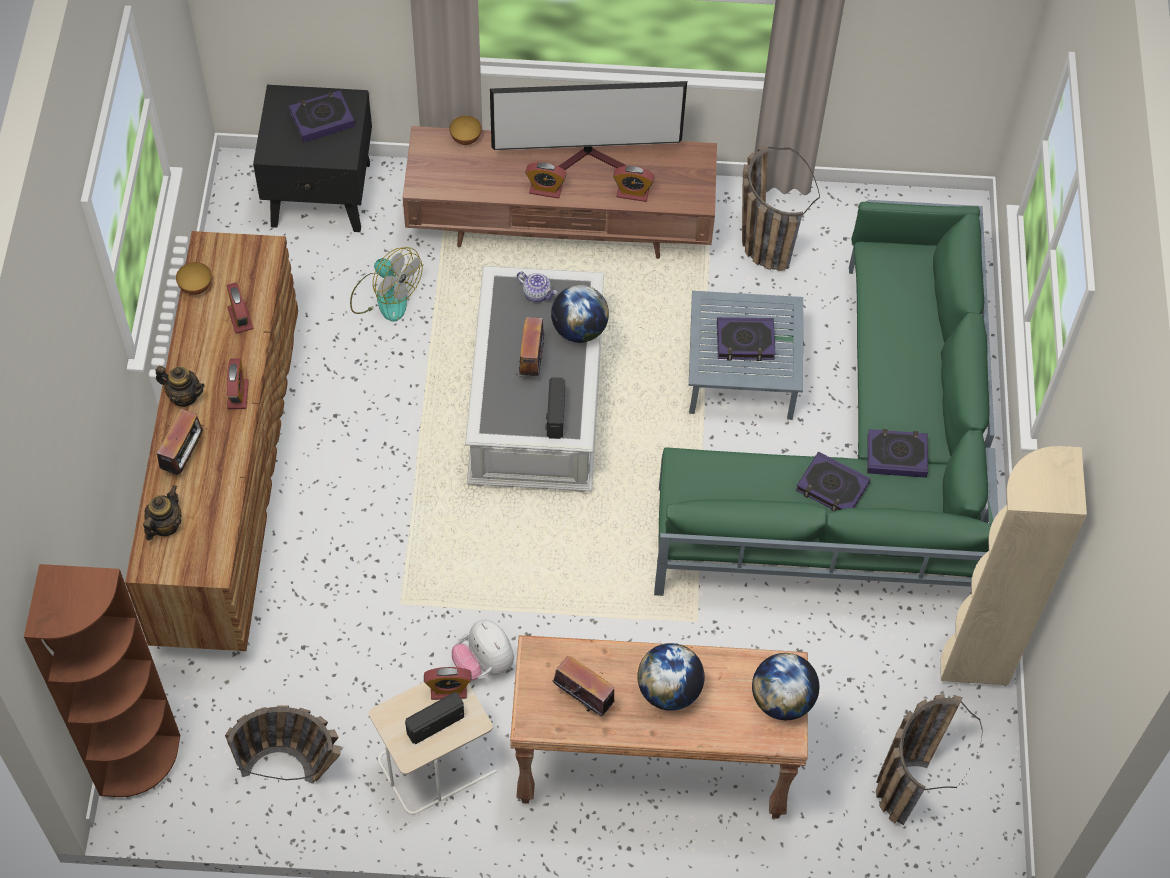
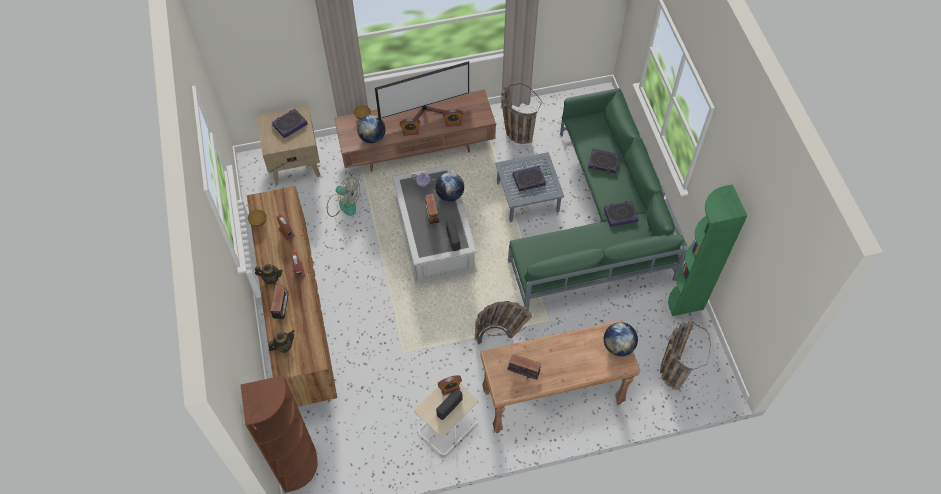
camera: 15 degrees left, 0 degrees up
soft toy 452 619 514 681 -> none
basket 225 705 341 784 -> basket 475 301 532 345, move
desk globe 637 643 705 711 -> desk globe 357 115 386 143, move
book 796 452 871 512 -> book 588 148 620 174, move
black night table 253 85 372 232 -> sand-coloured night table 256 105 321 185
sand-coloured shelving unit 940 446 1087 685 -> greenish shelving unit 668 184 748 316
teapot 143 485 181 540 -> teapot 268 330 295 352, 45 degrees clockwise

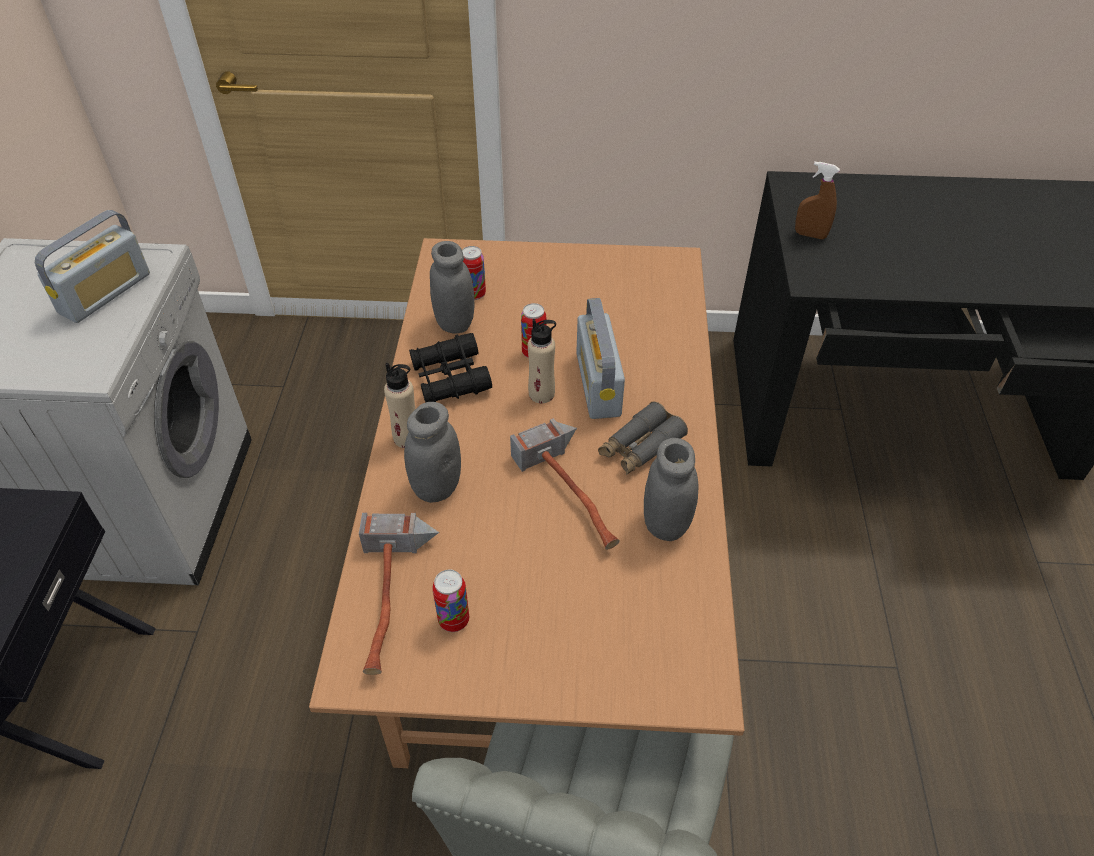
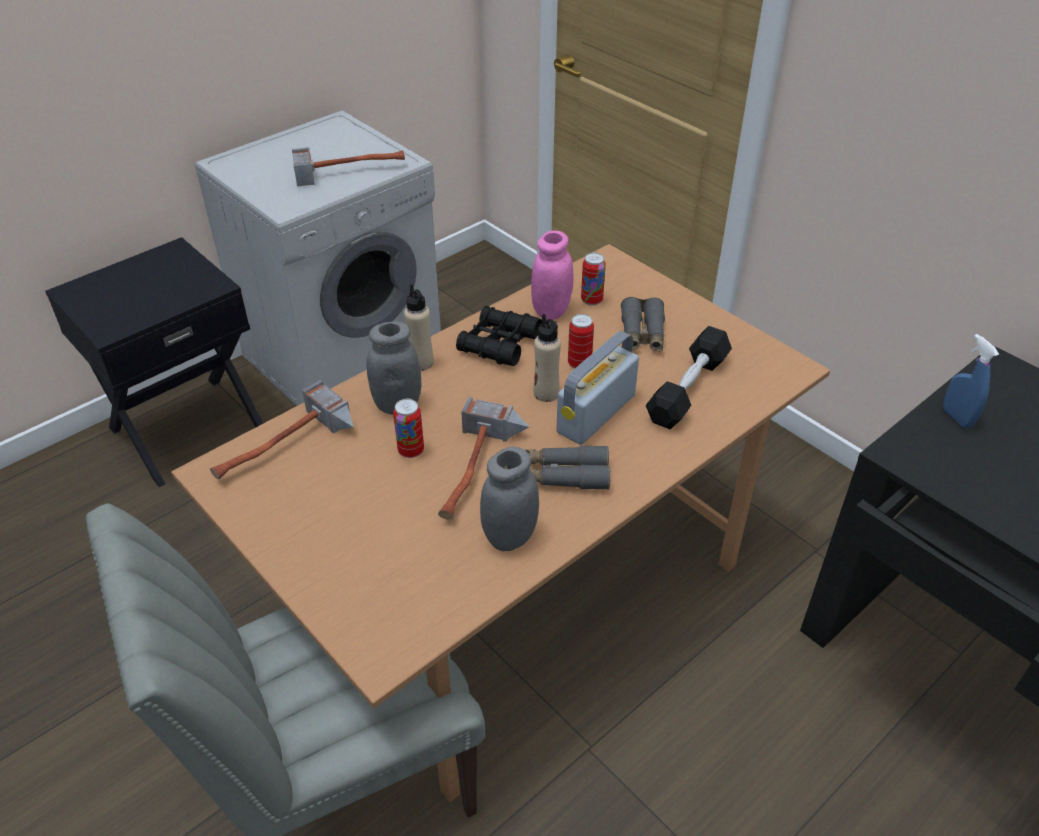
camera: 45 degrees right, 5 degrees down
none -> greyish binoculars 621 297 665 352
none -> black free weight 646 326 732 429
sealed can 433 569 469 632 -> sealed can 393 399 424 458, move
radio 35 210 150 323 -> hand hammer 292 147 405 187
greyish jar 430 241 474 334 -> pink-coloured jar 531 230 573 320
brown spray bottle 795 161 840 239 -> bluish spray bottle 943 334 999 429

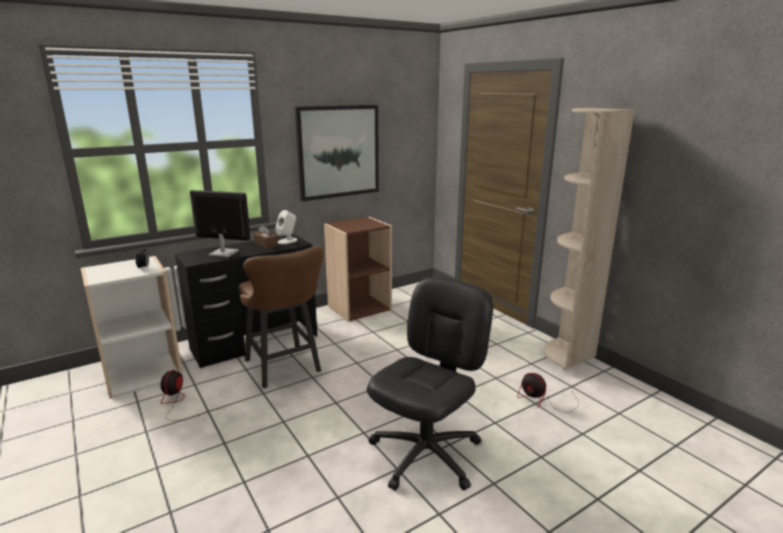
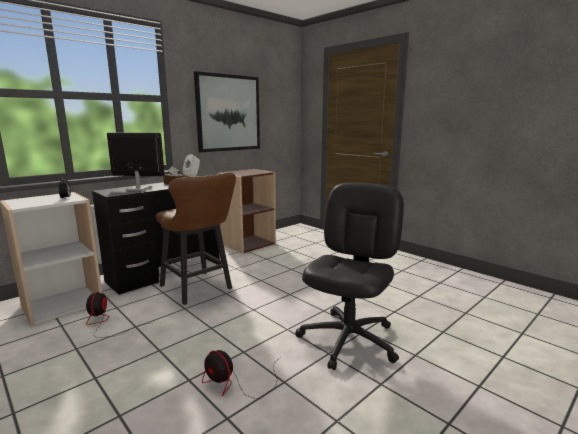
camera: 10 degrees left, 5 degrees down
sand-coloured shelving unit 544 108 635 371 -> none
fan 517 373 578 413 -> fan 202 350 281 399, move

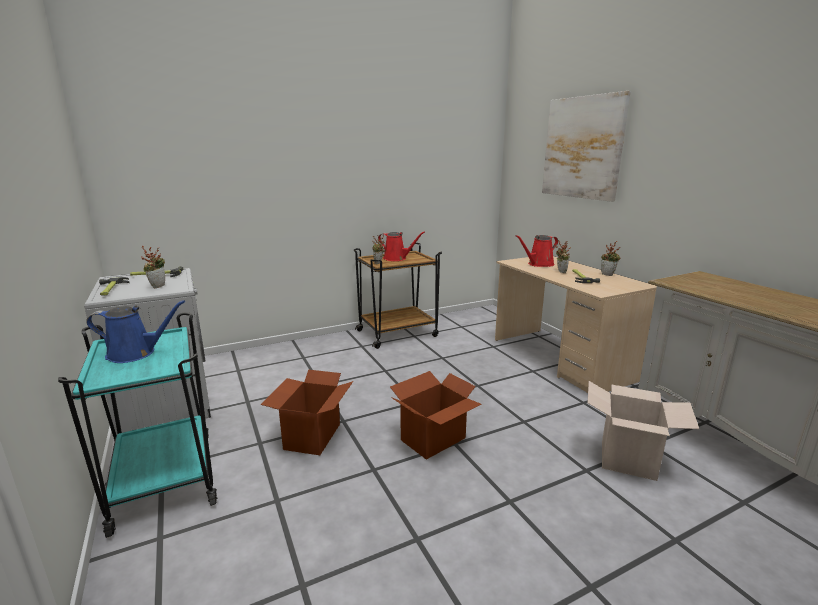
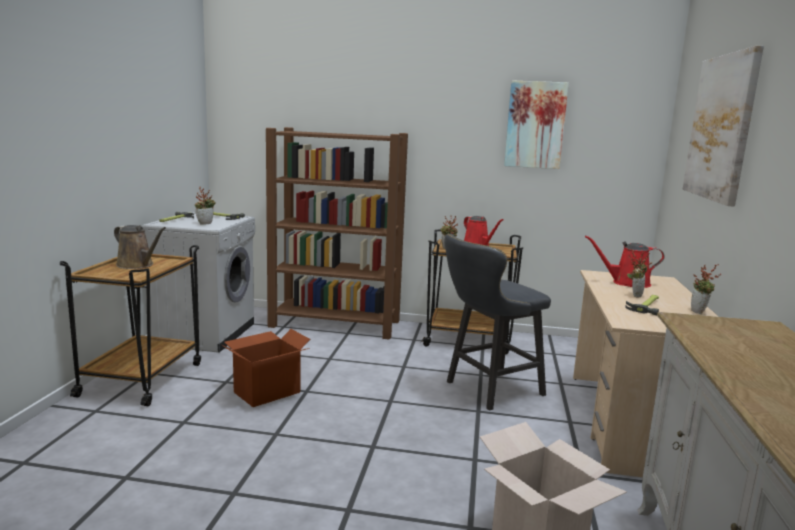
camera: 35 degrees right, 5 degrees down
packing box 390 371 482 460 -> none
none -> brown shelving unit 266 127 408 340
none -> greyish sitting stool 444 233 551 411
none -> wall picture 504 80 569 169
blue-green trolley 58 312 217 538 -> brown trolley 60 245 201 406
bluish sprinkling can 86 300 185 363 -> brown sprinkling can 114 225 166 269

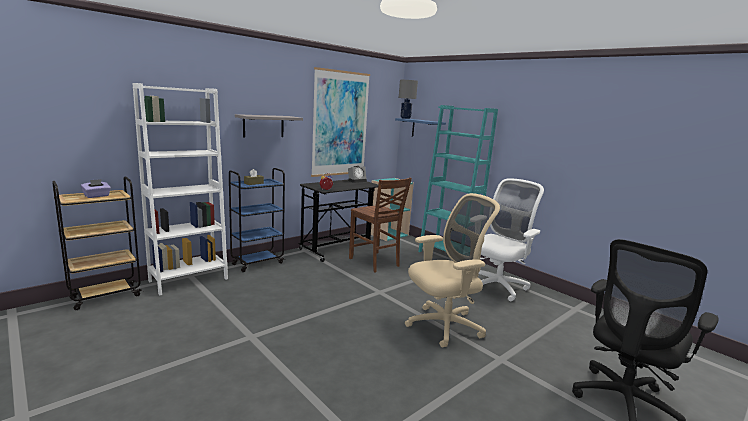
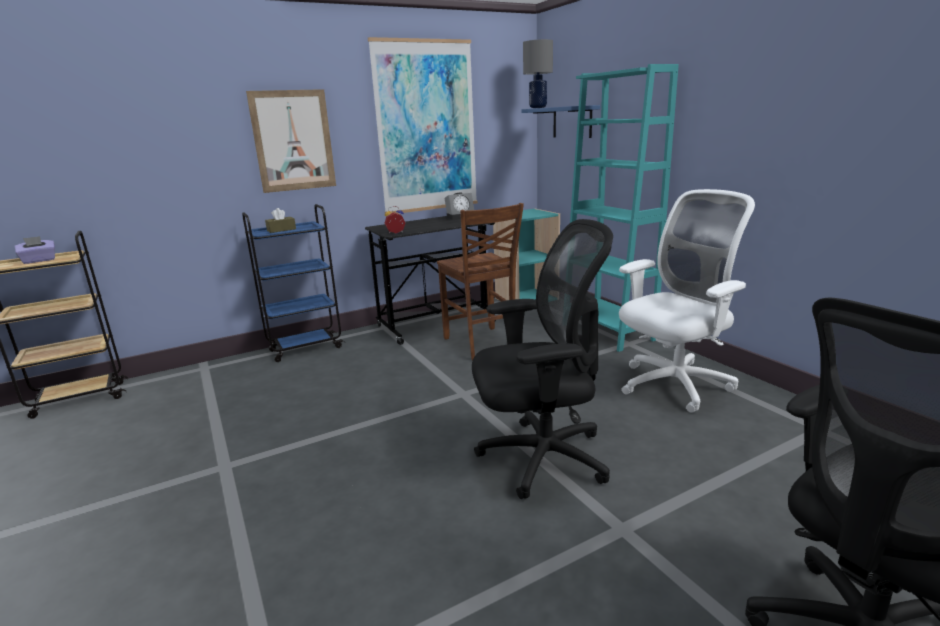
camera: 15 degrees right, 5 degrees up
white-coloured shelving unit 133 83 228 295 -> none
greyish wall shelf 235 114 303 137 -> wall picture 246 89 336 193
sand-coloured office chair 405 193 500 348 -> black office chair 472 219 613 499

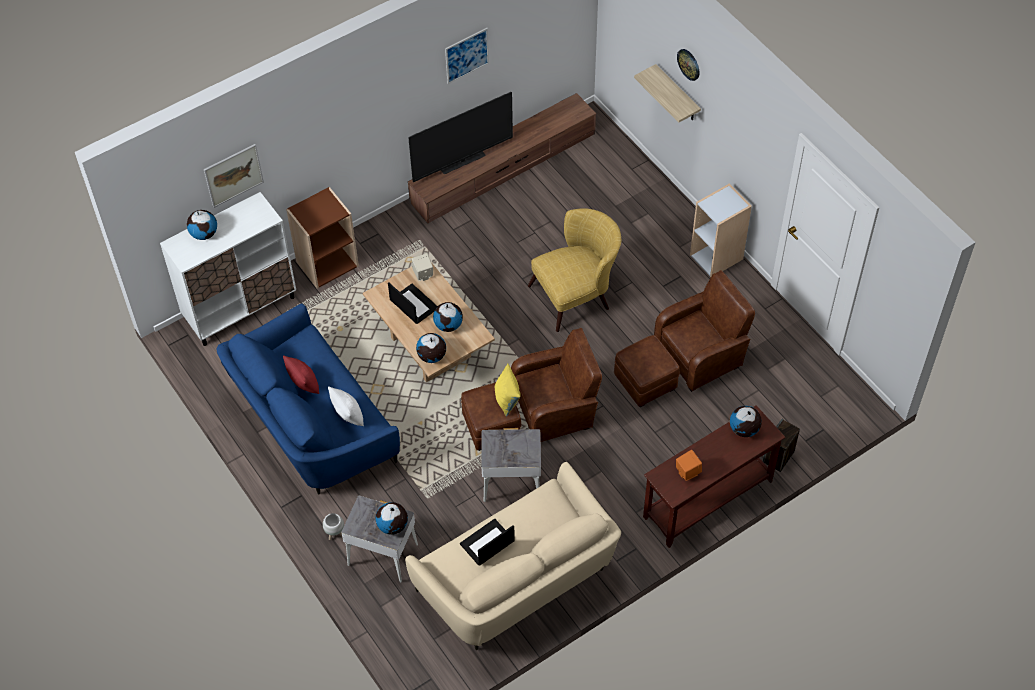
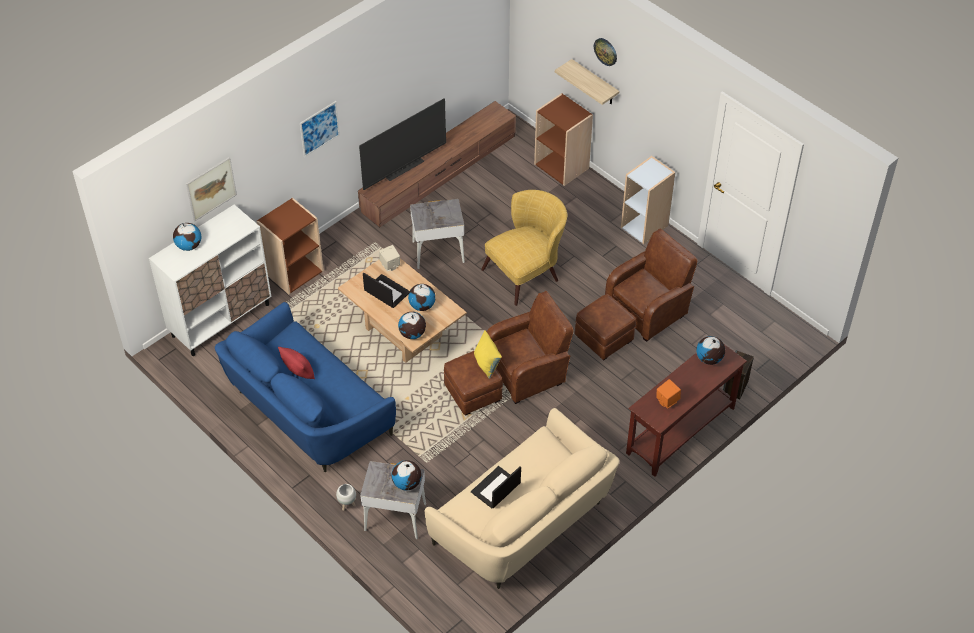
camera: 10 degrees left, 5 degrees down
white-coloured cushion 328 387 364 426 -> none
none -> brown shelving unit 534 93 593 186
wall picture 445 28 489 84 -> wall picture 300 101 340 157, move
side table 481 428 541 502 -> side table 410 199 465 269, move

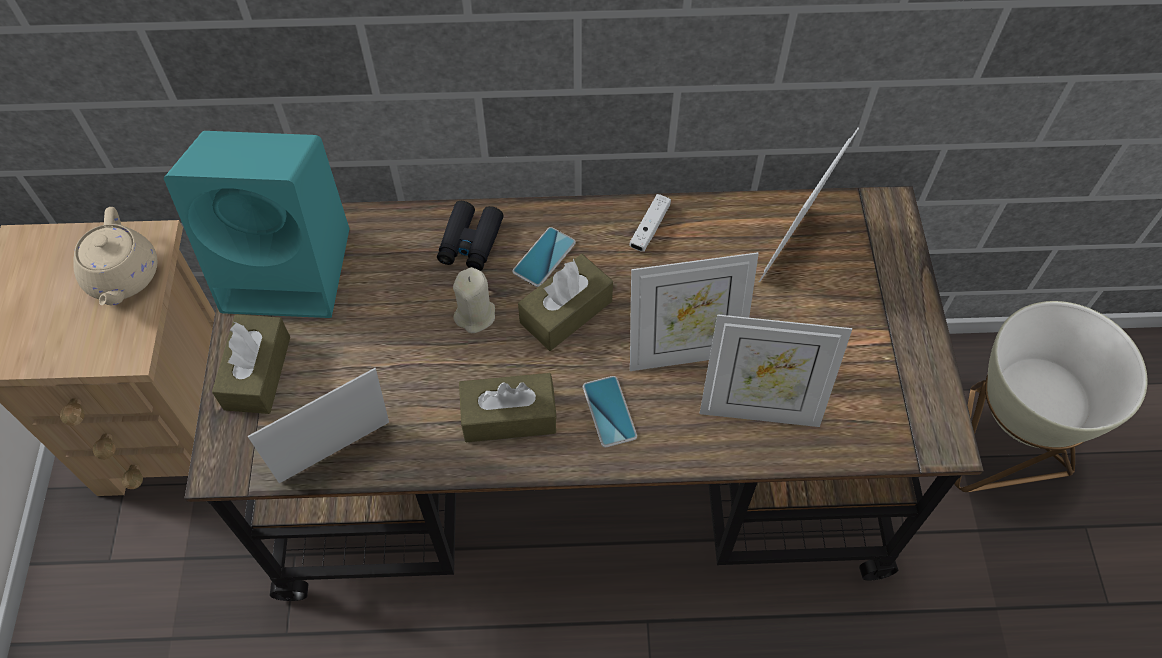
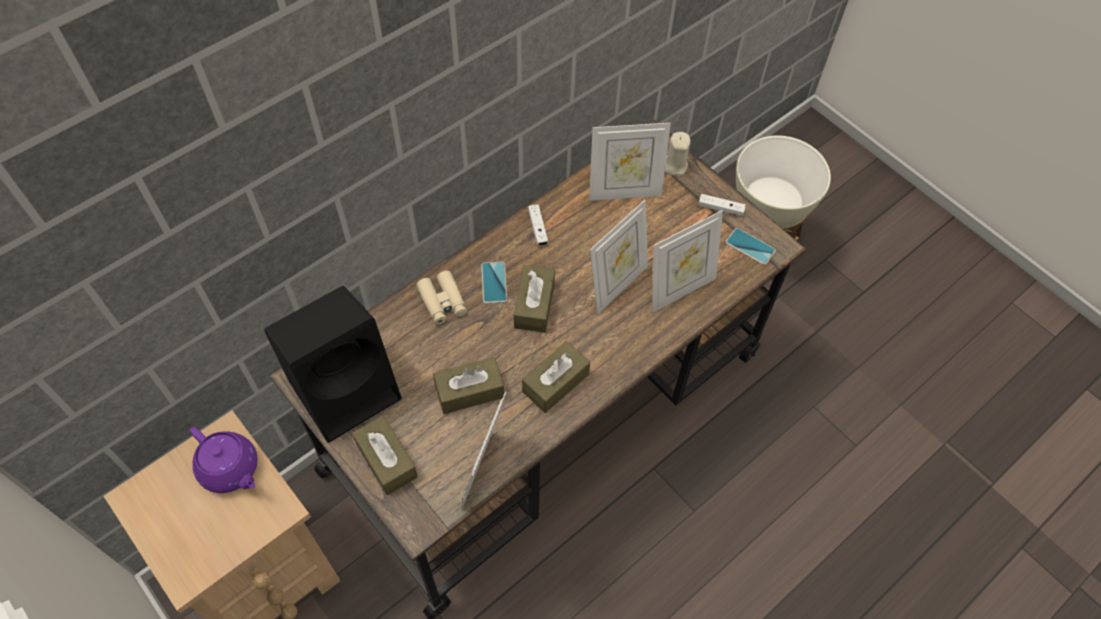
camera: 40 degrees left, 0 degrees up
none -> brown tissue box 433 357 504 414
none -> white-coloured joypad 699 194 746 216
sand-coloured candle 453 267 495 333 -> sand-coloured candle 665 132 691 175, move
handset 583 376 637 447 -> handset 726 228 776 265, move
sand-coloured teapot 73 207 158 305 -> purple-coloured teapot 189 427 257 493
blue-green loudspeaker 164 131 350 318 -> black loudspeaker 264 286 402 443
black binoculars 437 201 504 271 -> sand-coloured binoculars 417 271 467 324
photo frame 759 128 859 283 -> photo frame 589 123 671 201, 90 degrees counterclockwise

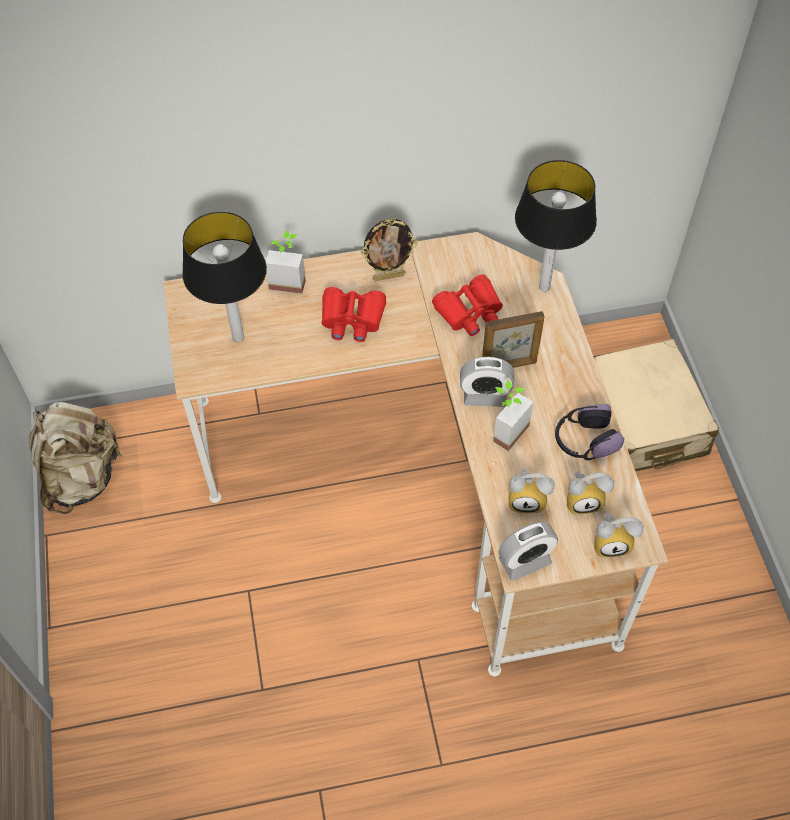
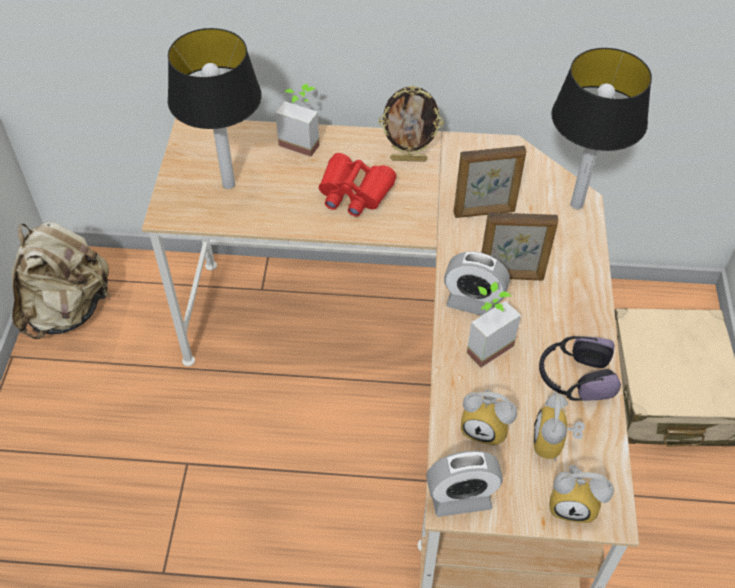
camera: 15 degrees right, 5 degrees down
red binoculars 432 274 503 336 -> photo frame 454 146 526 218
table clock 567 471 614 515 -> table clock 534 391 585 461, 90 degrees clockwise

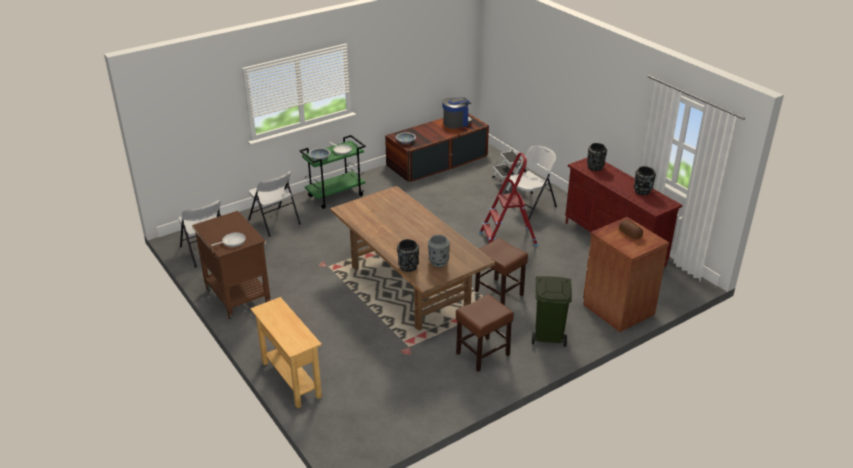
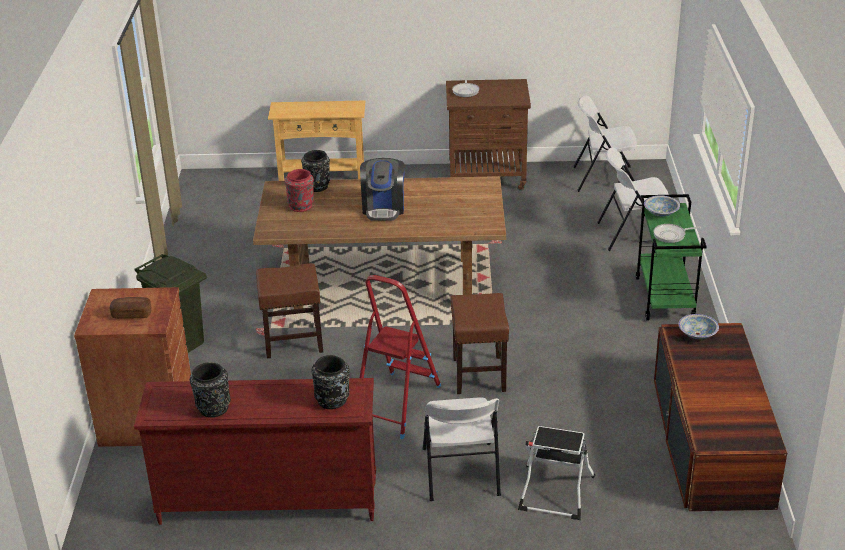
camera: 125 degrees right, 0 degrees up
coffee machine 442 98 473 129 -> coffee machine 360 158 405 221, move
brown sitting stool 456 294 514 372 -> brown sitting stool 451 293 509 394, move
greyish vase 428 235 450 267 -> red vase 285 169 314 212

